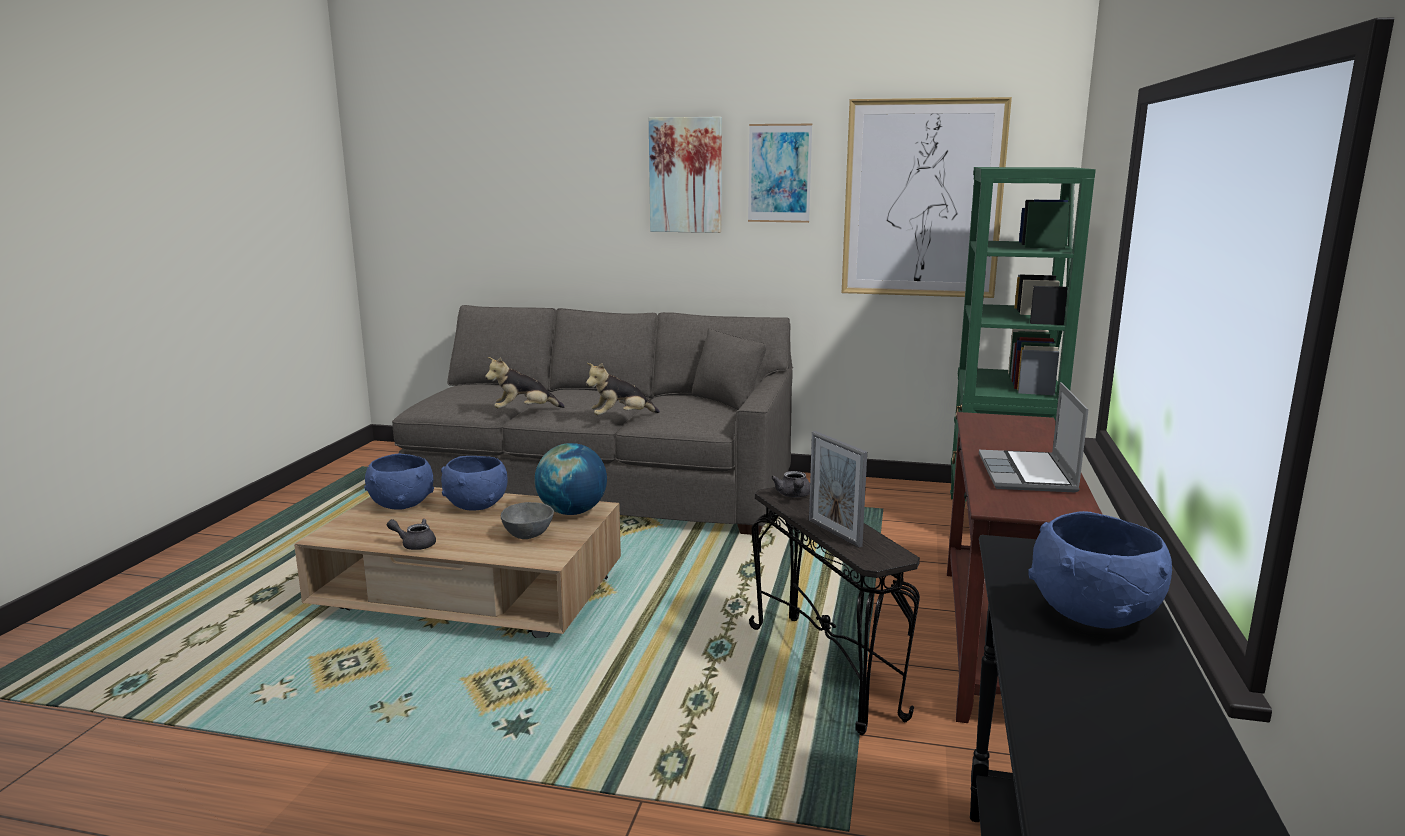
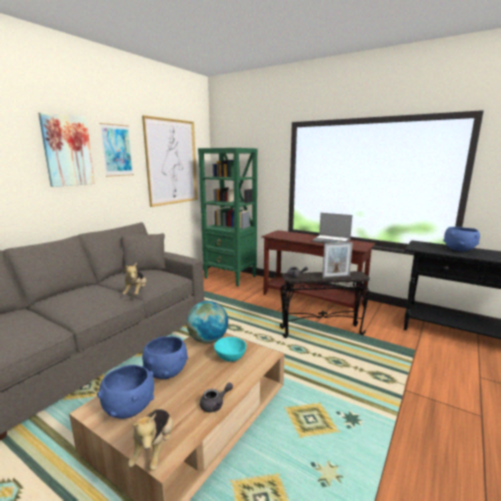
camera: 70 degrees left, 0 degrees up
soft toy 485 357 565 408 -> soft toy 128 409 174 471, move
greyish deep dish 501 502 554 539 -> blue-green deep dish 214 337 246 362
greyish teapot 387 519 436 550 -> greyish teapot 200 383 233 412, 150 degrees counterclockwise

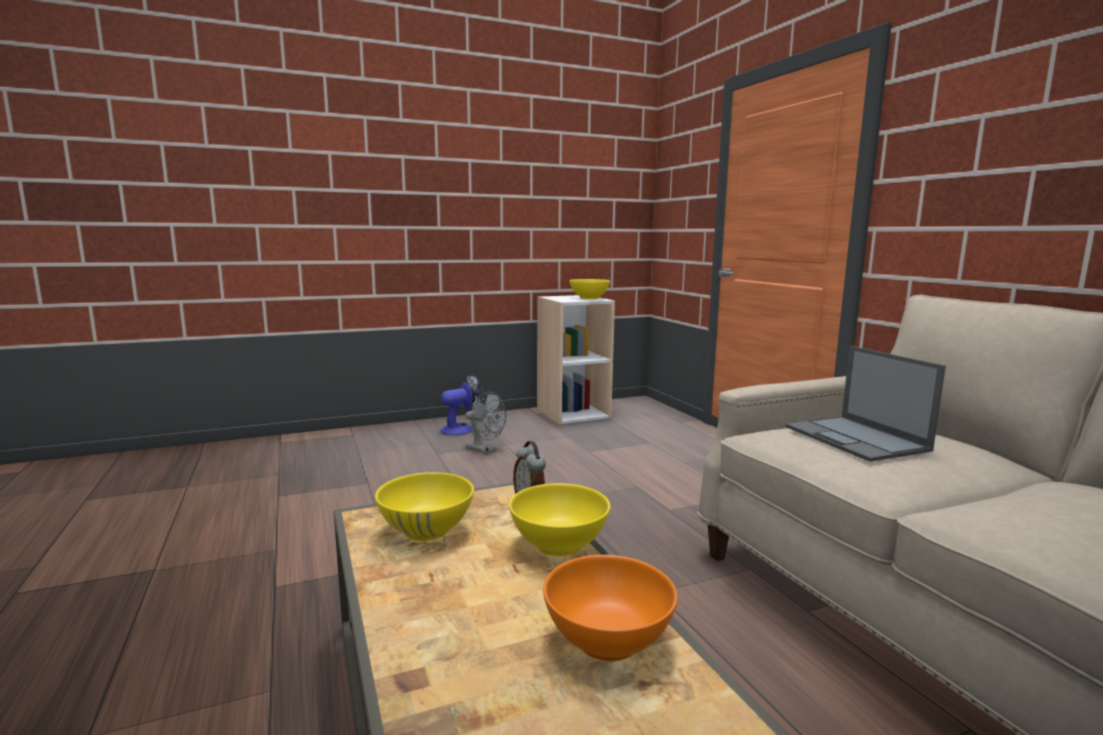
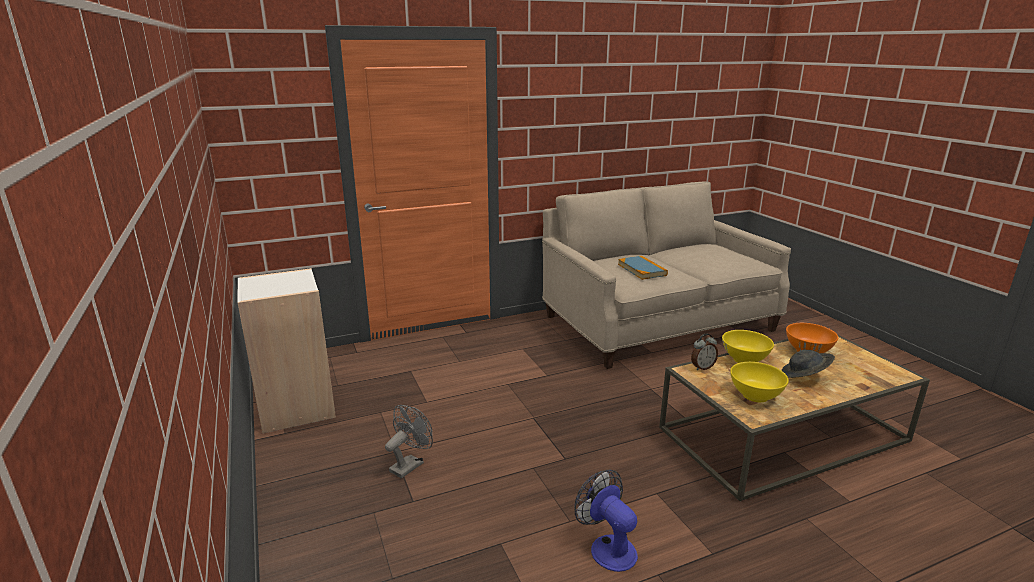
camera: 90 degrees left, 10 degrees up
yellowish deep dish 570 279 610 300 -> none
none -> greyish clothing hat 781 350 835 378
fan 441 374 484 435 -> fan 574 470 638 572, move
laptop 786 346 946 462 -> book 618 256 668 280

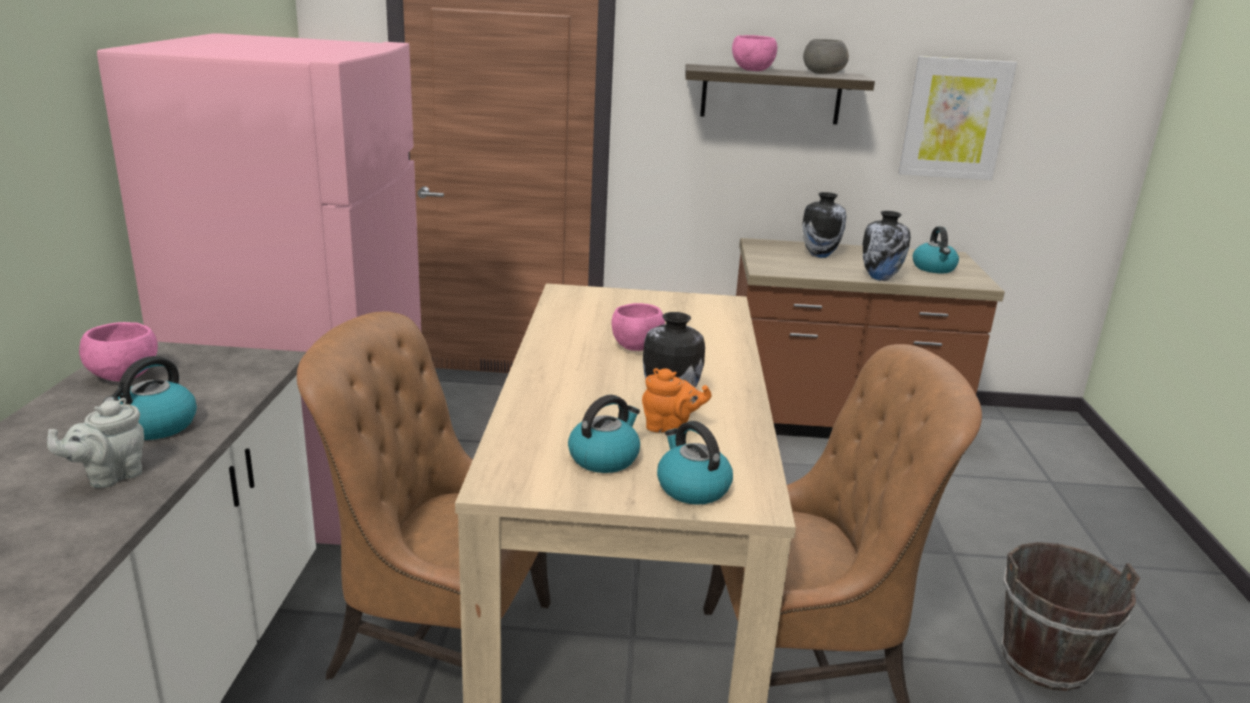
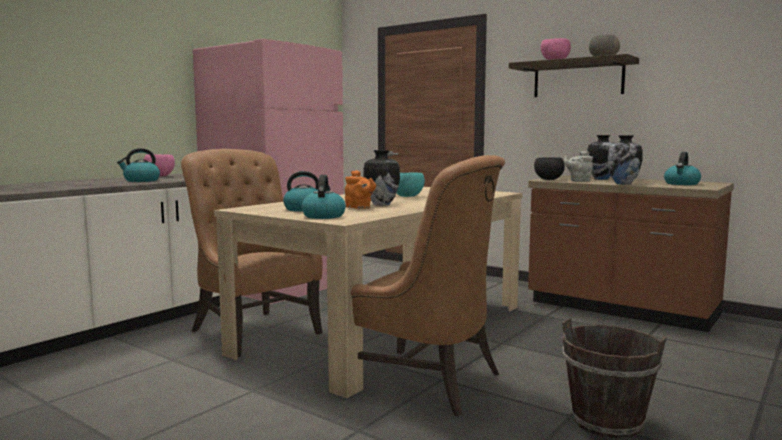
camera: 35 degrees right, 15 degrees down
wall picture 898 56 1017 180 -> none
none -> black deep dish 534 157 565 180
greyish teapot 47 398 144 488 -> greyish teapot 564 151 593 182, move
pink-coloured deep dish 611 303 665 351 -> blue-green deep dish 397 173 425 197

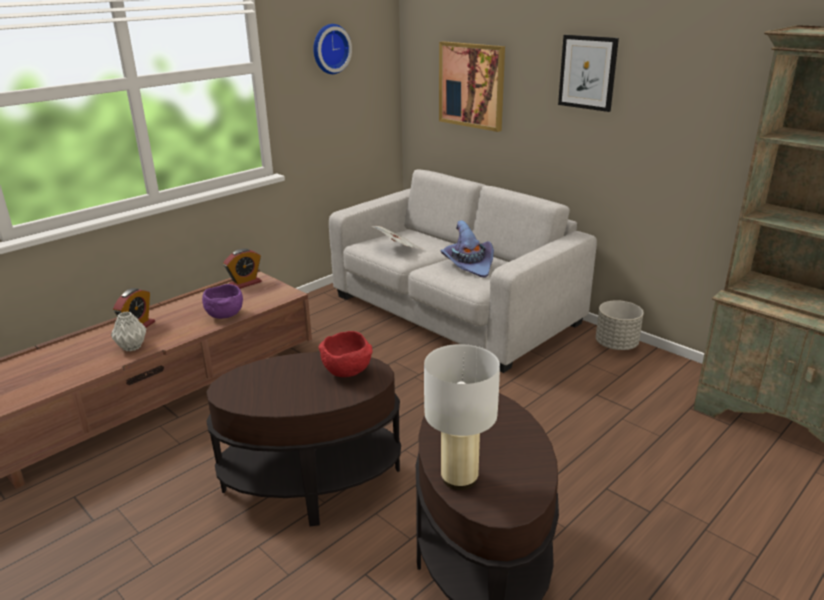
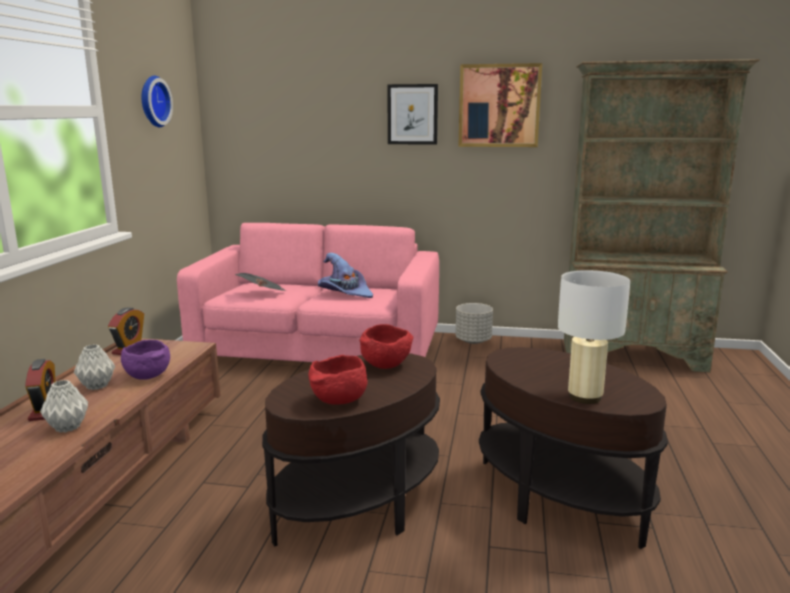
camera: 35 degrees left, 10 degrees down
none -> greyish vase 74 344 115 390
none -> red deep dish 309 355 368 405
wall picture 439 41 505 132 -> wall picture 458 63 542 147, move
white-coloured couch 329 169 597 373 -> pink-coloured couch 177 223 439 362

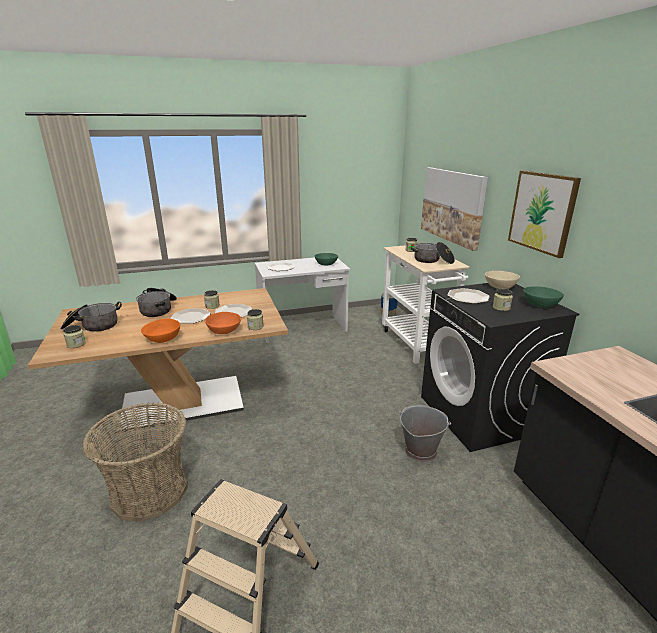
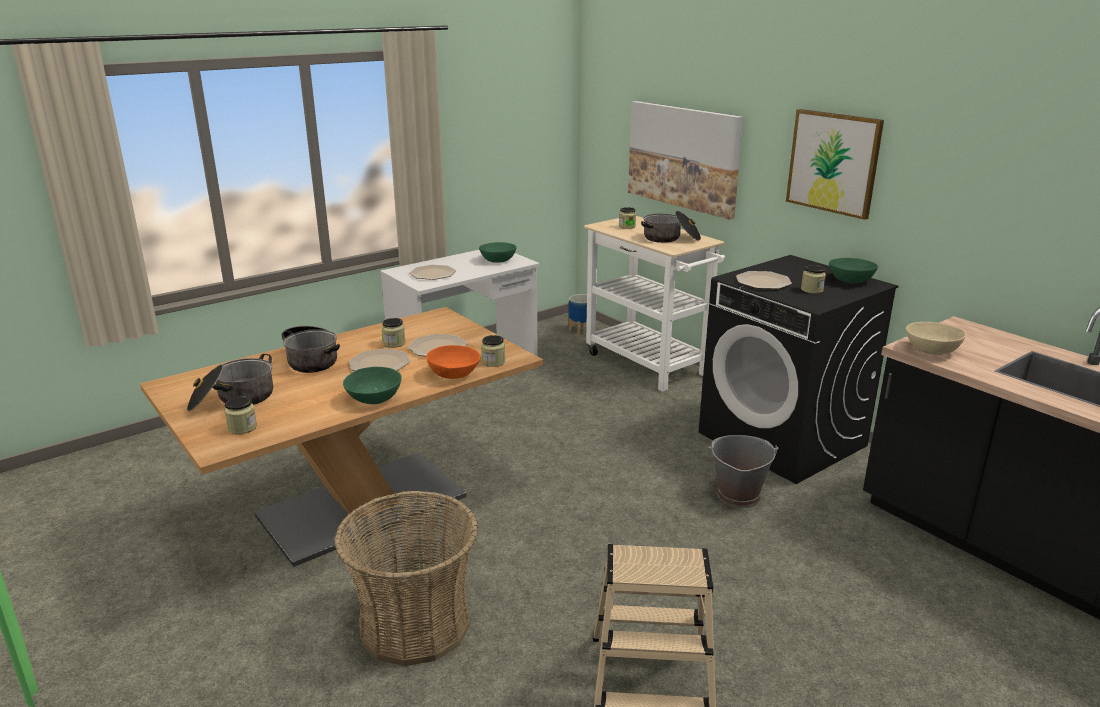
camera: 20 degrees left, 0 degrees up
sand-coloured deep dish 485 271 520 289 -> sand-coloured deep dish 906 322 966 355, move
orange deep dish 141 319 180 343 -> greenish deep dish 343 367 402 404

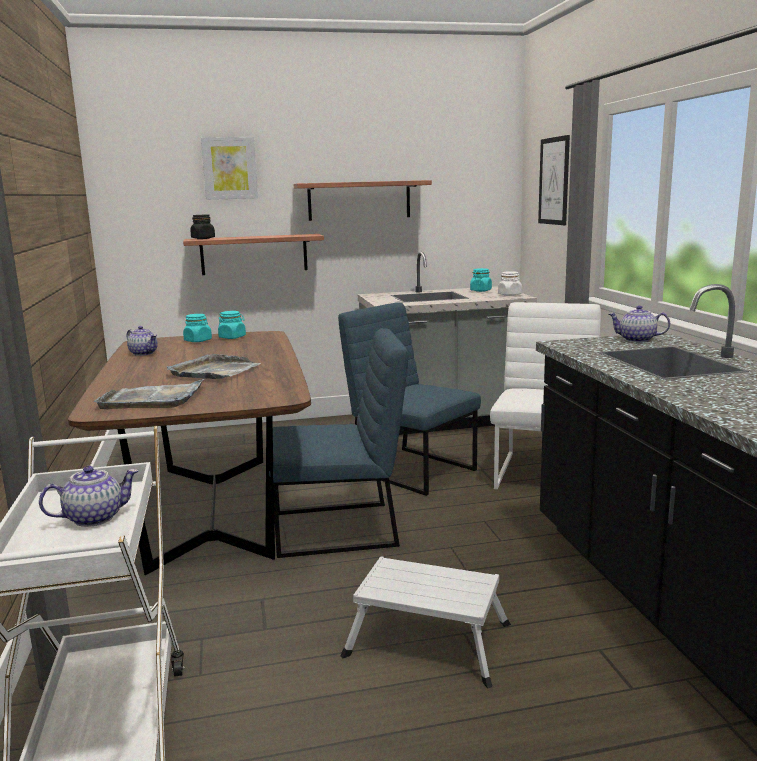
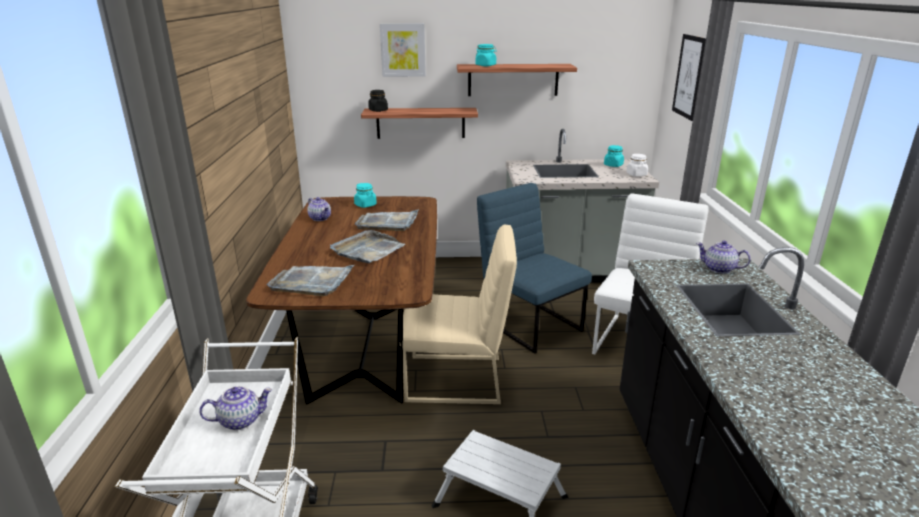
camera: 10 degrees right, 10 degrees up
none -> greyish serving tray 355 210 419 231
blue-green jar 218 311 246 339 -> blue-green jar 476 44 497 66, move
bluish chair 269 328 409 558 -> sand-coloured chair 400 225 517 404

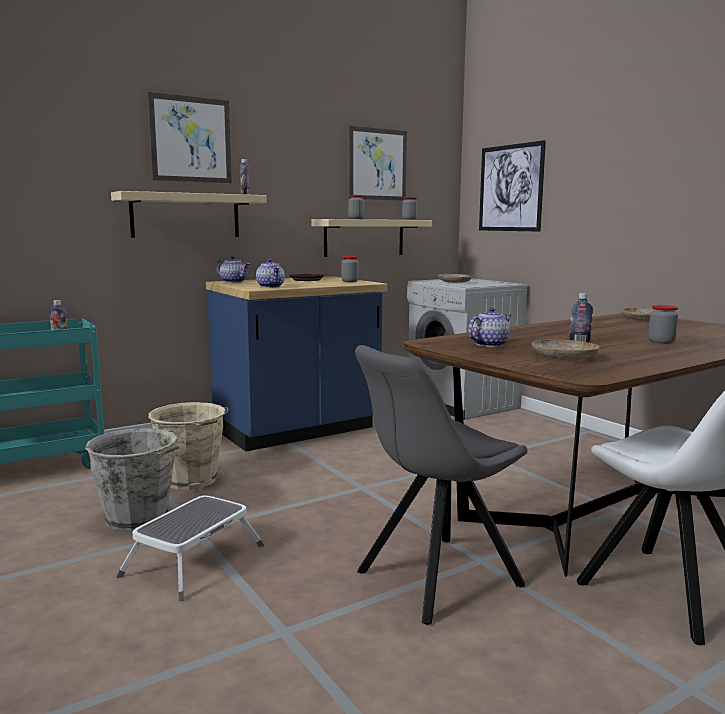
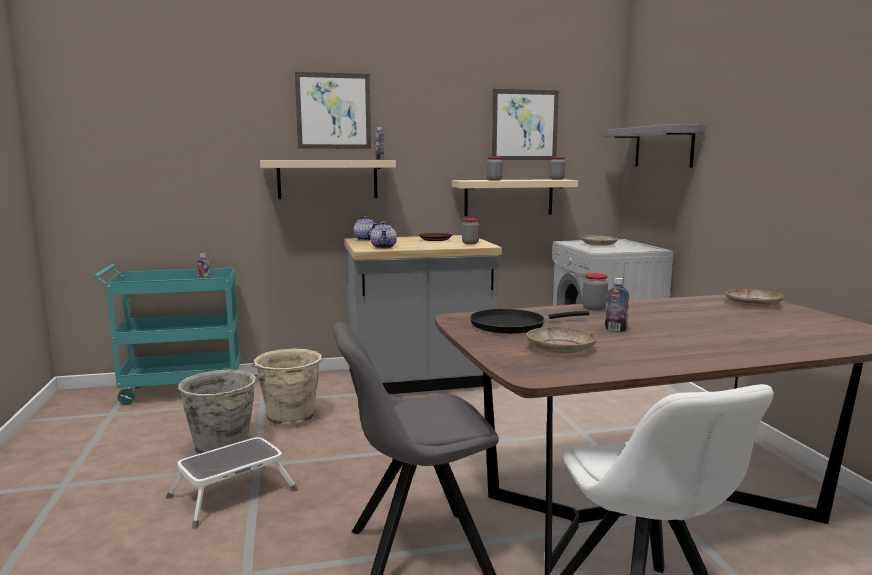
camera: 20 degrees right, 0 degrees up
jar 649 305 678 344 -> jar 583 273 608 311, move
teapot 468 307 512 347 -> black pan 470 309 589 334
wall picture 479 140 546 231 -> greyish wall shelf 602 124 706 168
bluish counter 206 276 387 451 -> greyish counter 344 235 502 394

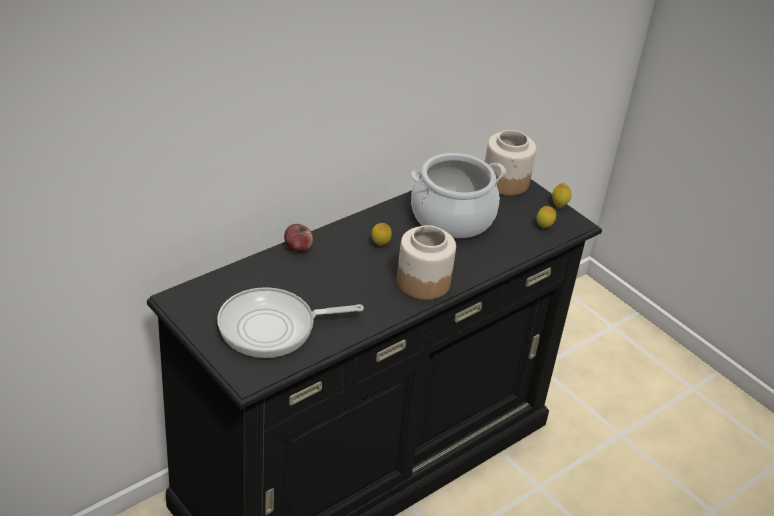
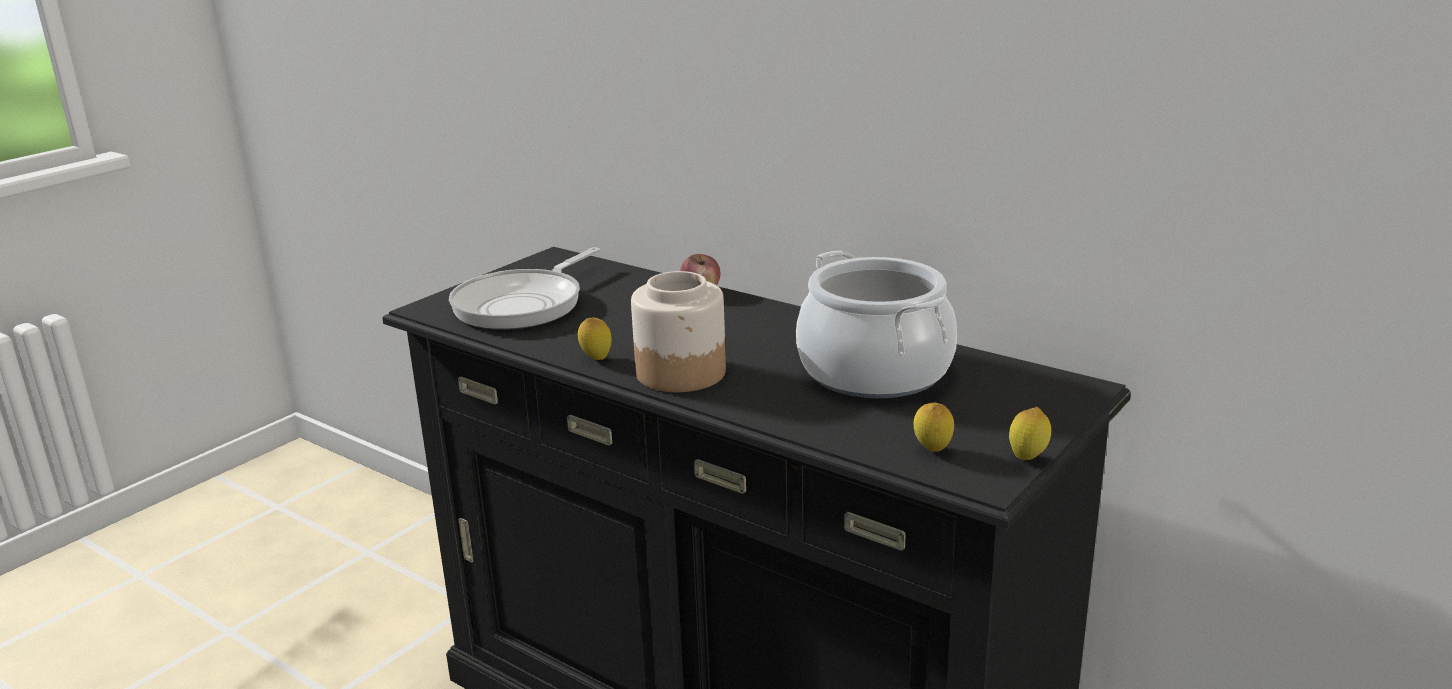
camera: 80 degrees right, 15 degrees down
jar 485 130 536 196 -> none
whole lemon 372 223 392 246 -> whole lemon 578 318 612 360, move
pan 217 287 364 358 -> pan 449 247 600 330, 120 degrees counterclockwise

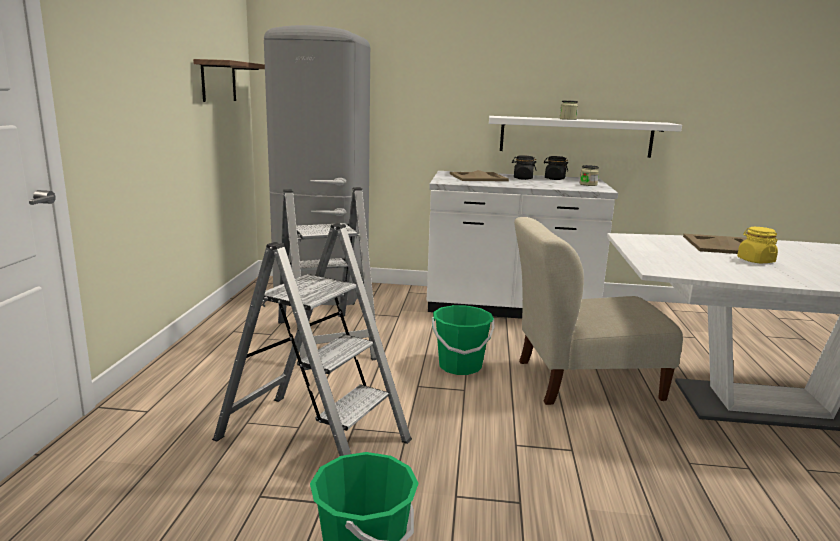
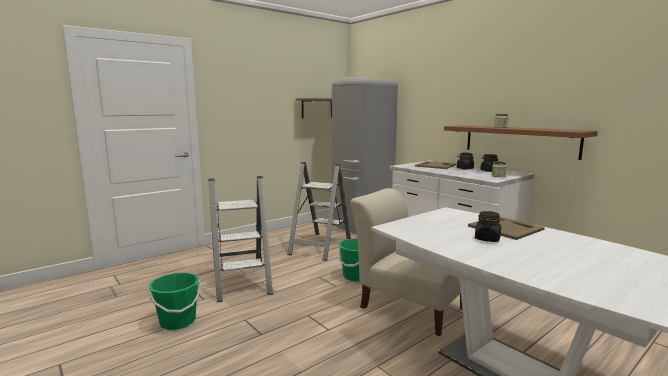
camera: 45 degrees right, 5 degrees down
white-coloured wall shelf 489 116 682 158 -> brown wall shelf 444 125 598 160
yellowish jar 737 227 778 263 -> black jar 475 211 501 242

